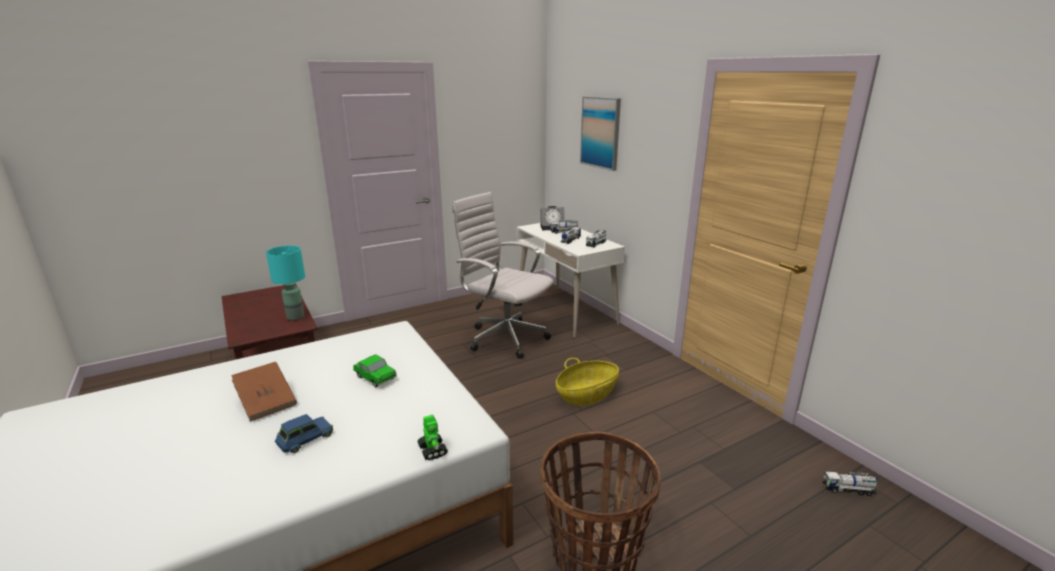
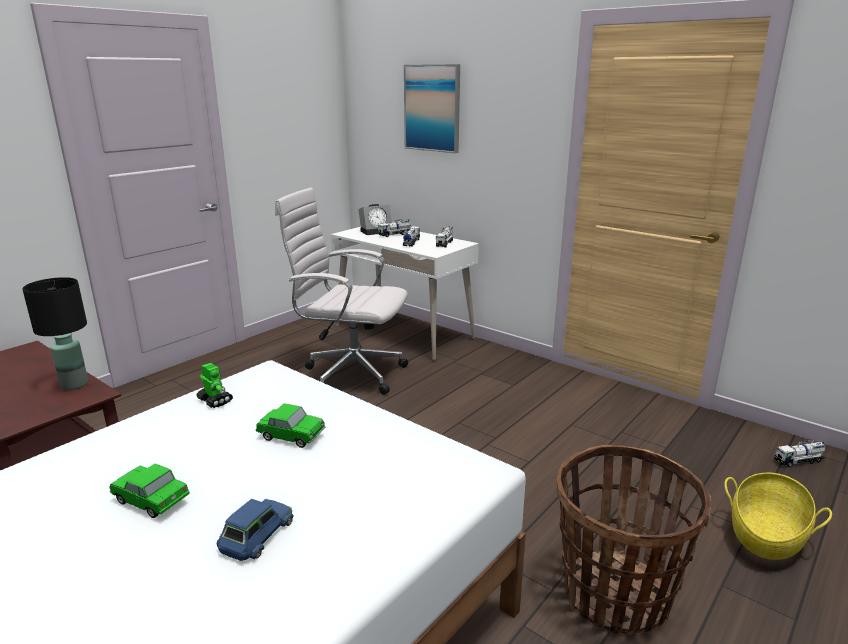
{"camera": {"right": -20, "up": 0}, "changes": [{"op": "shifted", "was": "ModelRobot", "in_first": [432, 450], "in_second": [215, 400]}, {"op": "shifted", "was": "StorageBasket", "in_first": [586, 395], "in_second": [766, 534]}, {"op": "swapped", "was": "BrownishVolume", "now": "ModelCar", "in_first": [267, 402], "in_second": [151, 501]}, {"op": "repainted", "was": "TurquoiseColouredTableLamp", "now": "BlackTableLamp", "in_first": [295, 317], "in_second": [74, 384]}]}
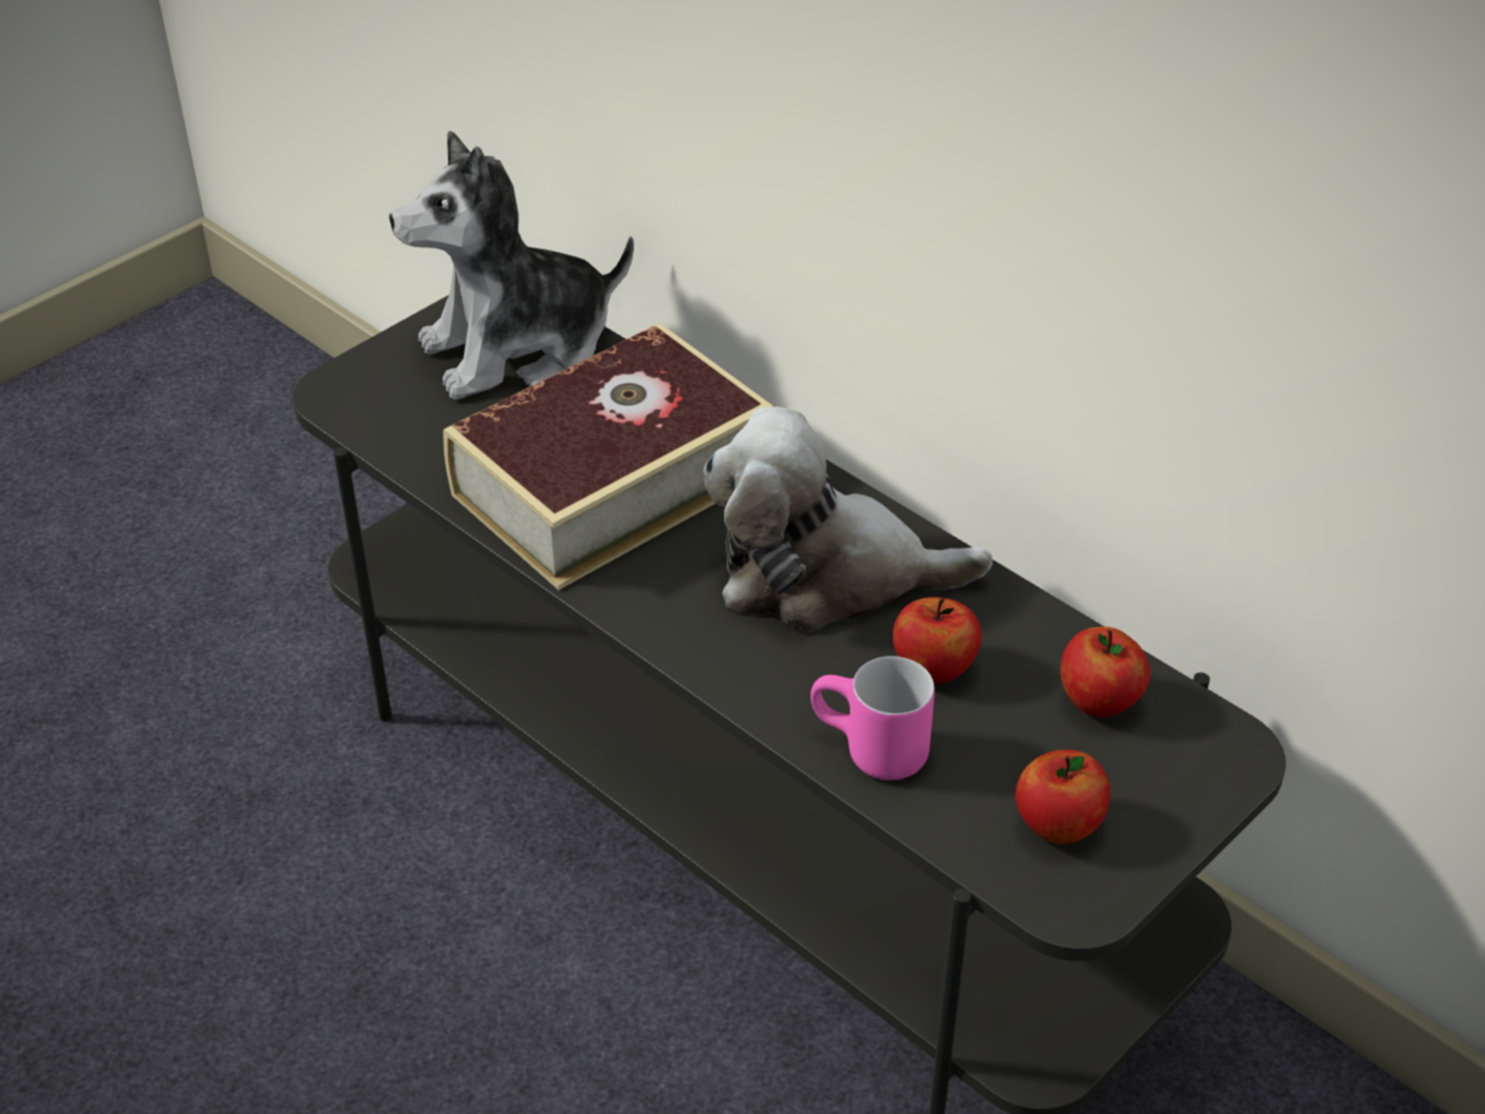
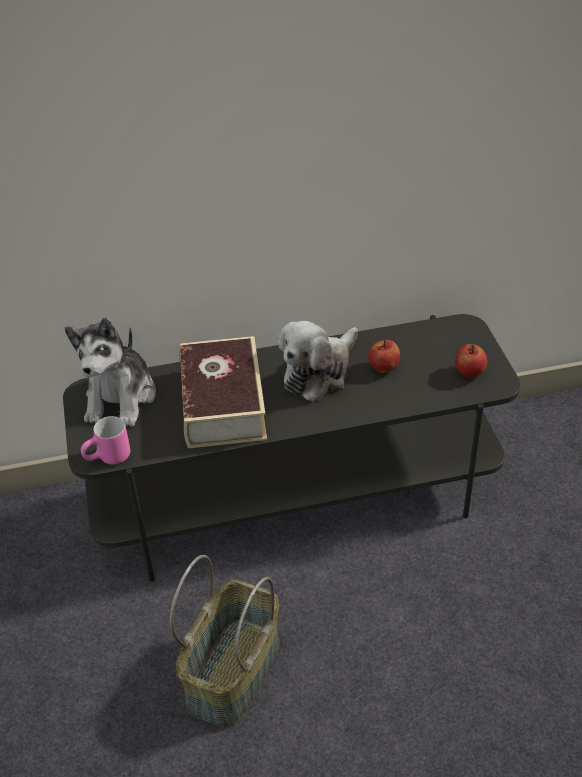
{"camera": {"right": -55, "up": 0}, "changes": [{"op": "gone", "was": "AppleFruit", "in_first": [1099, 702]}, {"op": "new", "now": "StorageBasket", "in_second": [232, 671]}, {"op": "shifted", "was": "PinkCoffeeMug", "in_first": [867, 753], "in_second": [109, 459]}]}
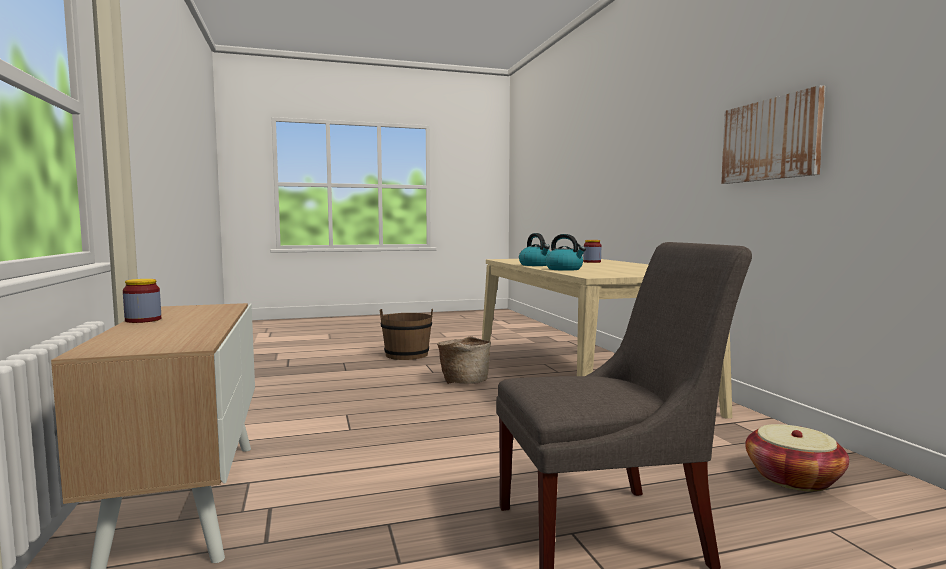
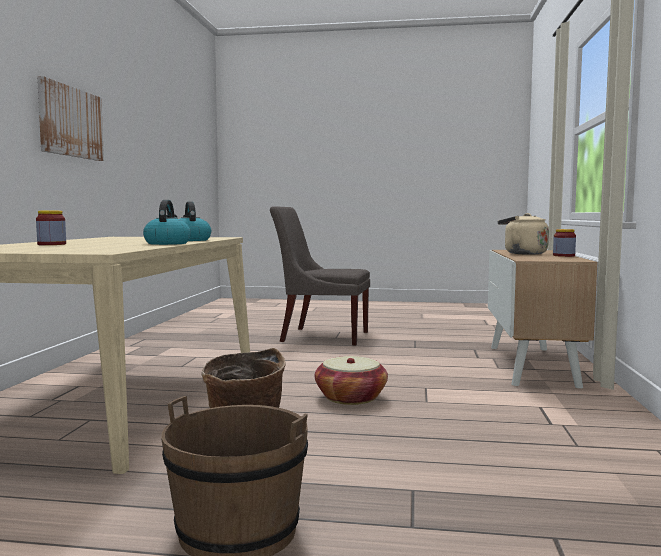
{"camera": {"right": -155, "up": 0}, "changes": [{"op": "new", "now": "SandColouredTeaKettle", "in_second": [522, 253]}, {"op": "shifted", "was": "StorageBasket", "in_first": [793, 478], "in_second": [351, 397]}]}
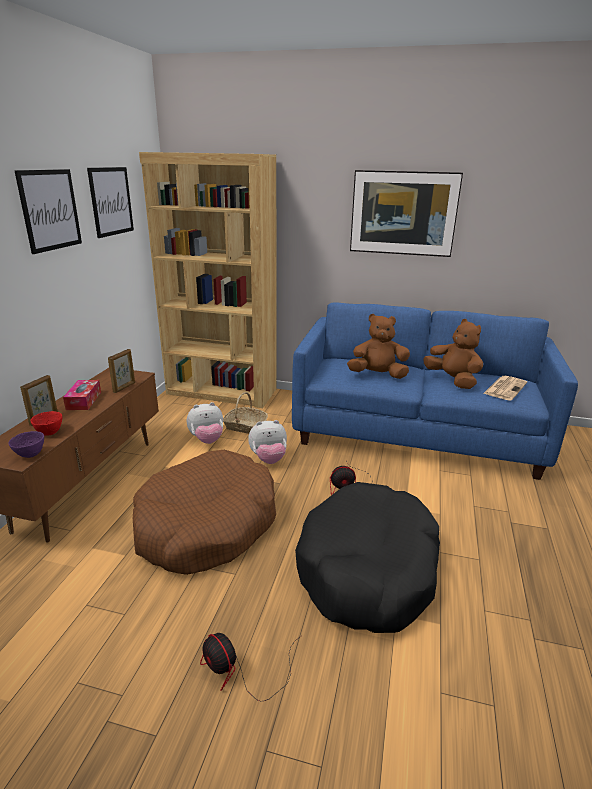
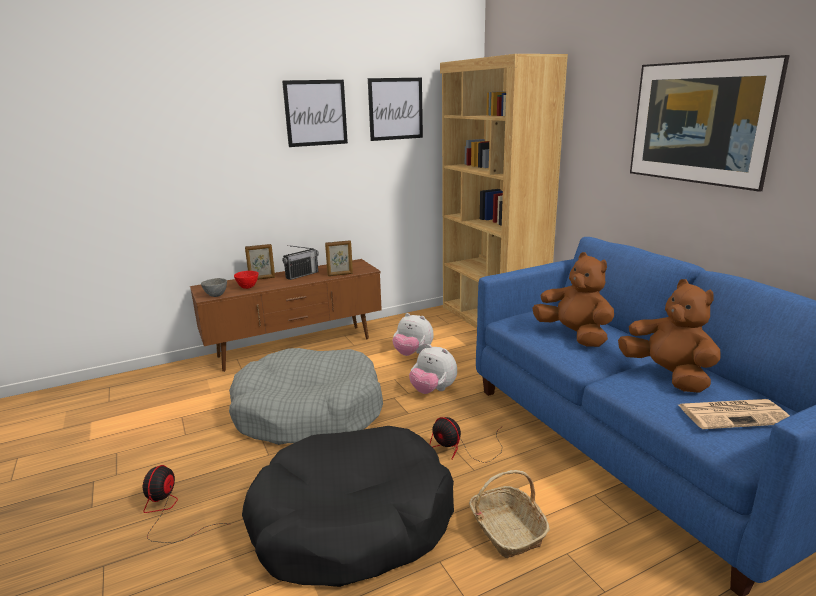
{"camera": {"right": 50, "up": -5}, "changes": [{"op": "shifted", "was": "StorageBasket", "in_first": [245, 426], "in_second": [506, 530]}, {"op": "swapped", "was": "BoxOfTissues", "now": "RadioReceiver", "in_first": [84, 400], "in_second": [302, 275]}, {"op": "repainted", "was": "PurplishServingBowl", "now": "GreyServingBowl", "in_first": [31, 455], "in_second": [216, 295]}, {"op": "repainted", "was": "BrownishPetBed", "now": "GreyPetBed", "in_first": [206, 525], "in_second": [308, 412]}, {"op": "rotated", "was": "BrownishCuddlyToy", "in_first": [452, 380], "in_second": [667, 375], "clockwise": -45}]}
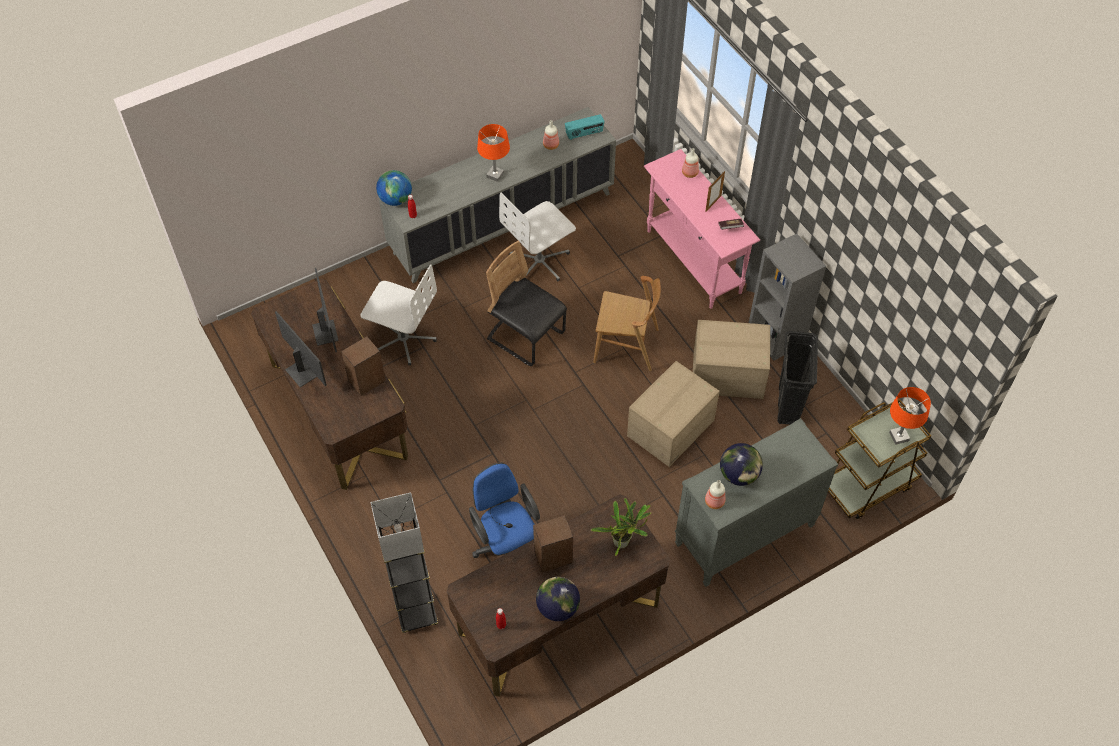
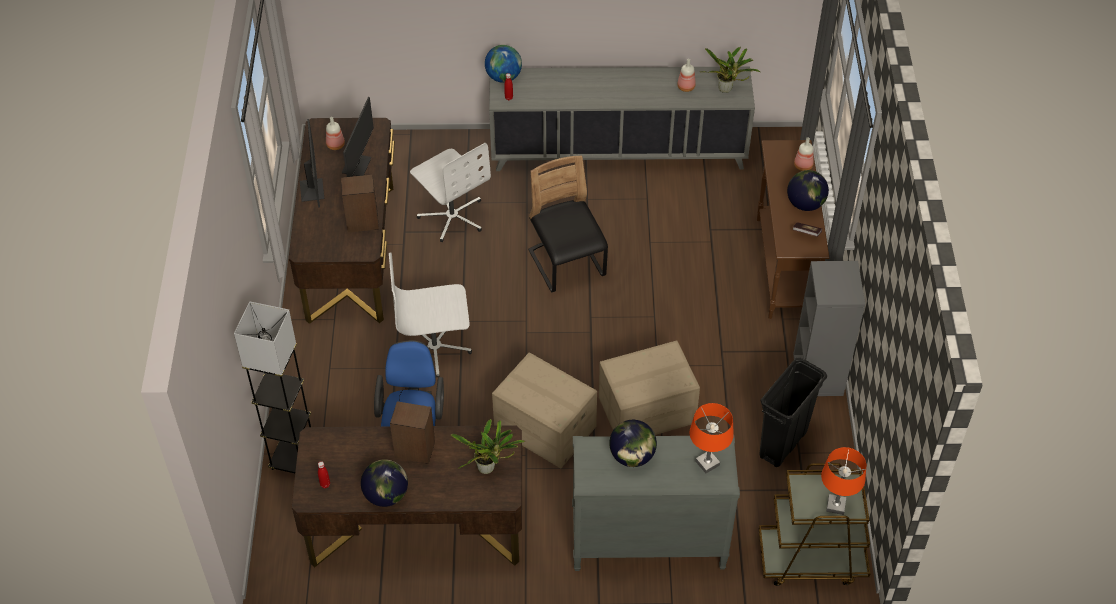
{"camera": {"right": 30, "up": -5}, "changes": [{"op": "gone", "was": "BrownishUprightChair", "in_first": [626, 346]}, {"op": "shifted", "was": "OrangeColouredTableLamp", "in_first": [495, 175], "in_second": [707, 463]}, {"op": "shifted", "was": "WhitishComputerChair", "in_first": [540, 261], "in_second": [435, 348]}, {"op": "shifted", "was": "Carton", "in_first": [727, 375], "in_second": [544, 428]}, {"op": "shifted", "was": "BeverageBottle", "in_first": [714, 501], "in_second": [335, 144]}, {"op": "swapped", "was": "RadioReceiver", "now": "PottedPlant", "in_first": [584, 134], "in_second": [726, 90]}, {"op": "swapped", "was": "PictureFrame", "now": "Globe", "in_first": [713, 203], "in_second": [805, 204]}, {"op": "repainted", "was": "PinkConsoleTable", "now": "BrownishConsoleTable", "in_first": [693, 262], "in_second": [783, 268]}]}
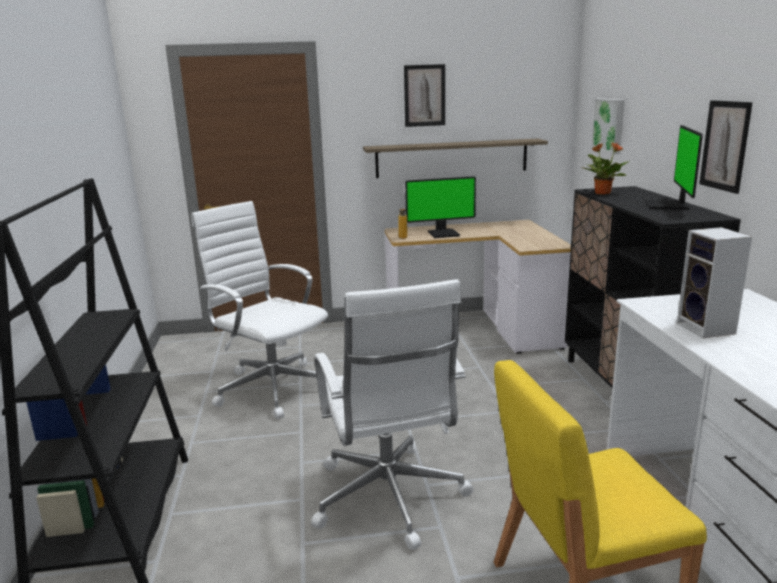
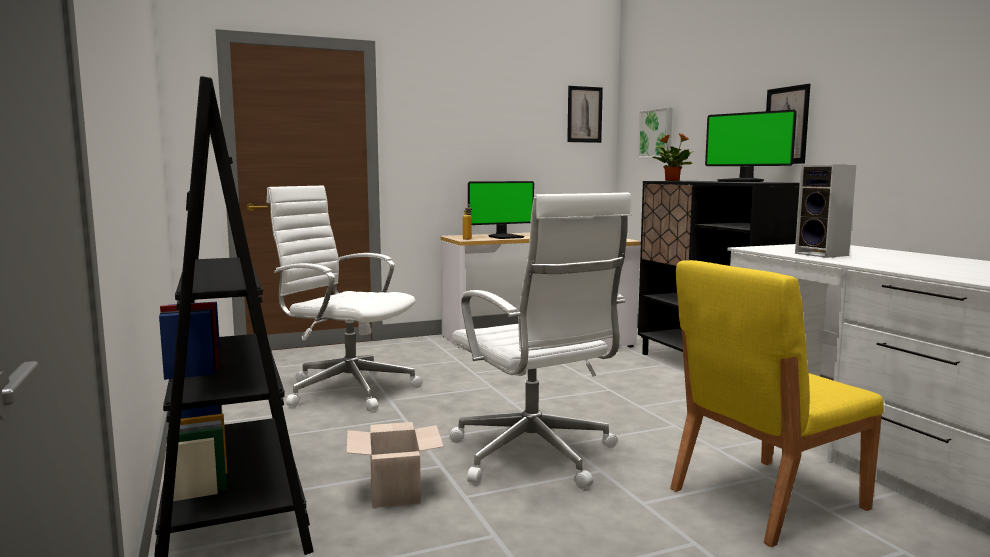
{"camera": {"right": -15, "up": -10}, "changes": [{"op": "gone", "was": "Shelf", "in_first": [452, 158]}, {"op": "new", "now": "Carton", "in_second": [396, 493]}, {"op": "shifted", "was": "WallArt", "in_first": [424, 95], "in_second": [584, 114]}, {"op": "rotated", "was": "Monitor", "in_first": [669, 206], "in_second": [742, 181], "clockwise": -45}]}
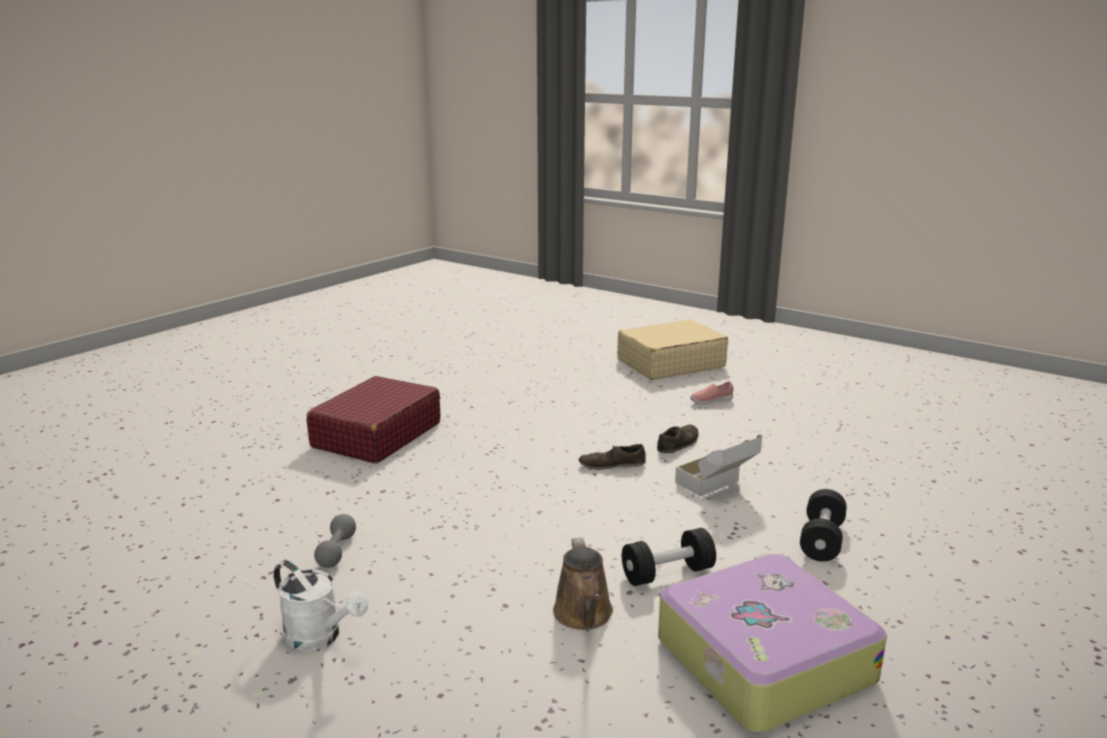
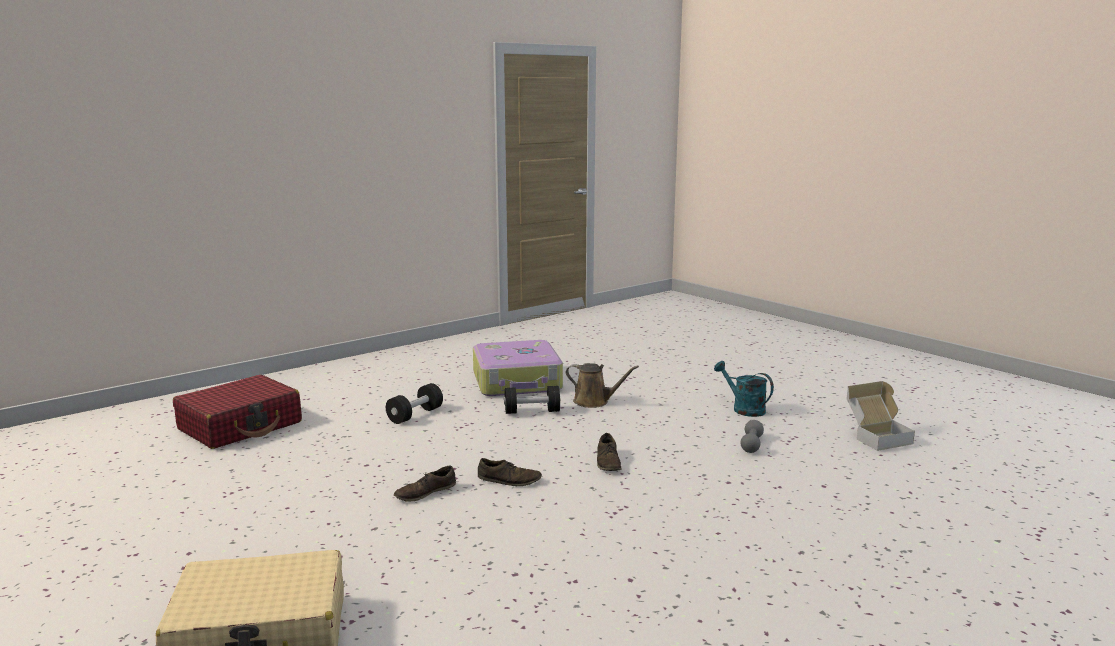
{"camera": {"right": -165, "up": -5}, "changes": [{"op": "gone", "was": "PinkLowShoe", "in_first": [710, 401]}, {"op": "new", "now": "BrownishLowShoe", "in_second": [608, 462]}, {"op": "shifted", "was": "RedColouredTravelCase", "in_first": [376, 435], "in_second": [241, 426]}, {"op": "shifted", "was": "Carton", "in_first": [717, 487], "in_second": [876, 437]}, {"op": "repainted", "was": "WhitishSprinklingCan", "now": "TurquoiseColouredSprinklingCan", "in_first": [320, 637], "in_second": [743, 409]}, {"op": "rotated", "was": "BrownishSprinklingCan", "in_first": [584, 615], "in_second": [594, 402], "clockwise": 105}]}
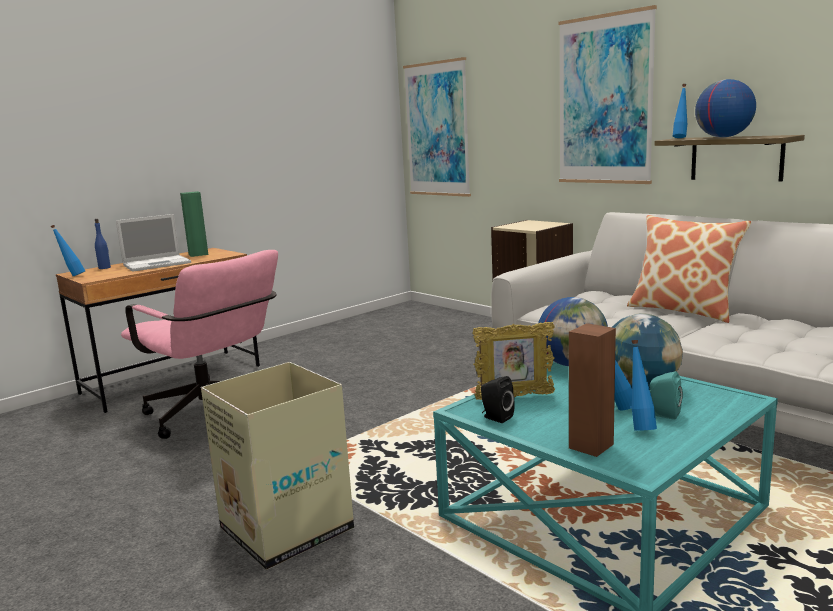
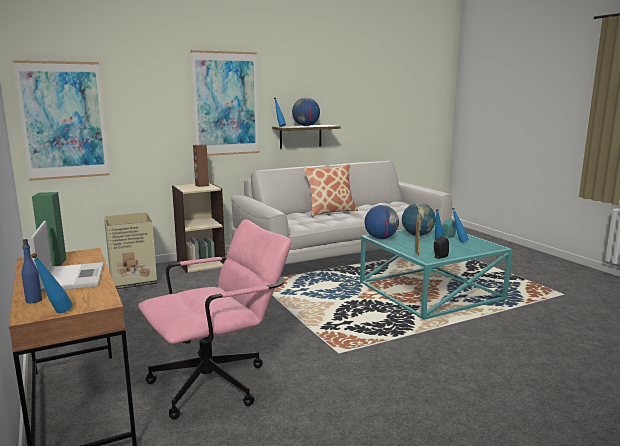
{"camera": {"right": -75, "up": 0}, "changes": [{"op": "shifted", "was": "Carton", "in_first": [286, 528], "in_second": [132, 281]}, {"op": "shifted", "was": "BrownishSpeaker", "in_first": [590, 446], "in_second": [201, 185]}]}
